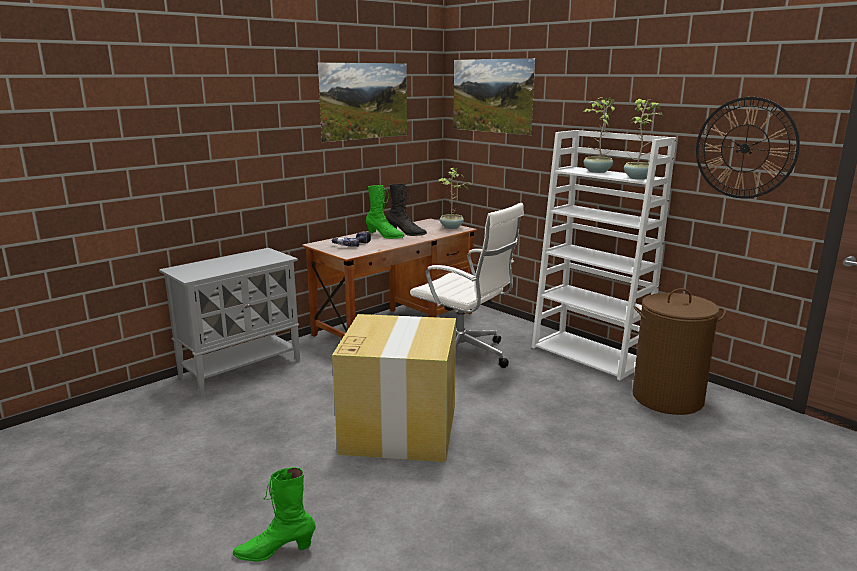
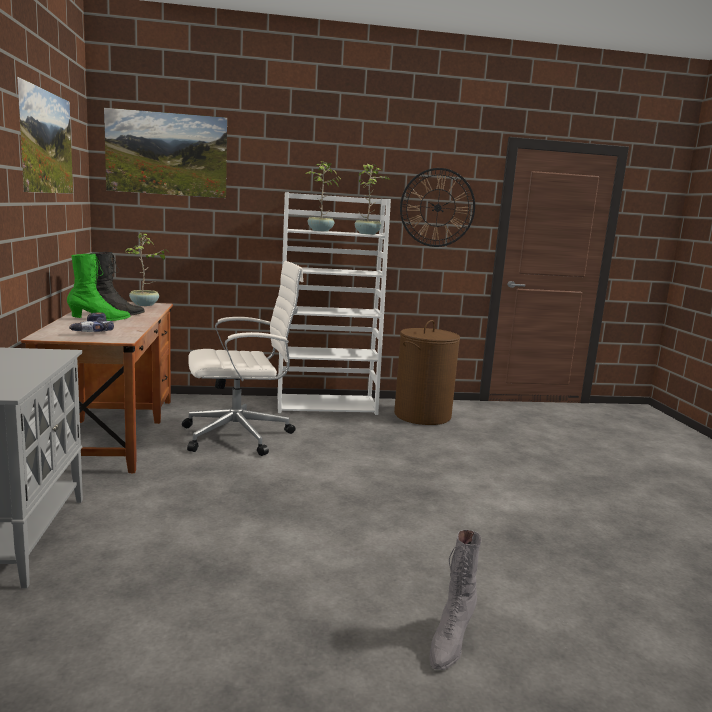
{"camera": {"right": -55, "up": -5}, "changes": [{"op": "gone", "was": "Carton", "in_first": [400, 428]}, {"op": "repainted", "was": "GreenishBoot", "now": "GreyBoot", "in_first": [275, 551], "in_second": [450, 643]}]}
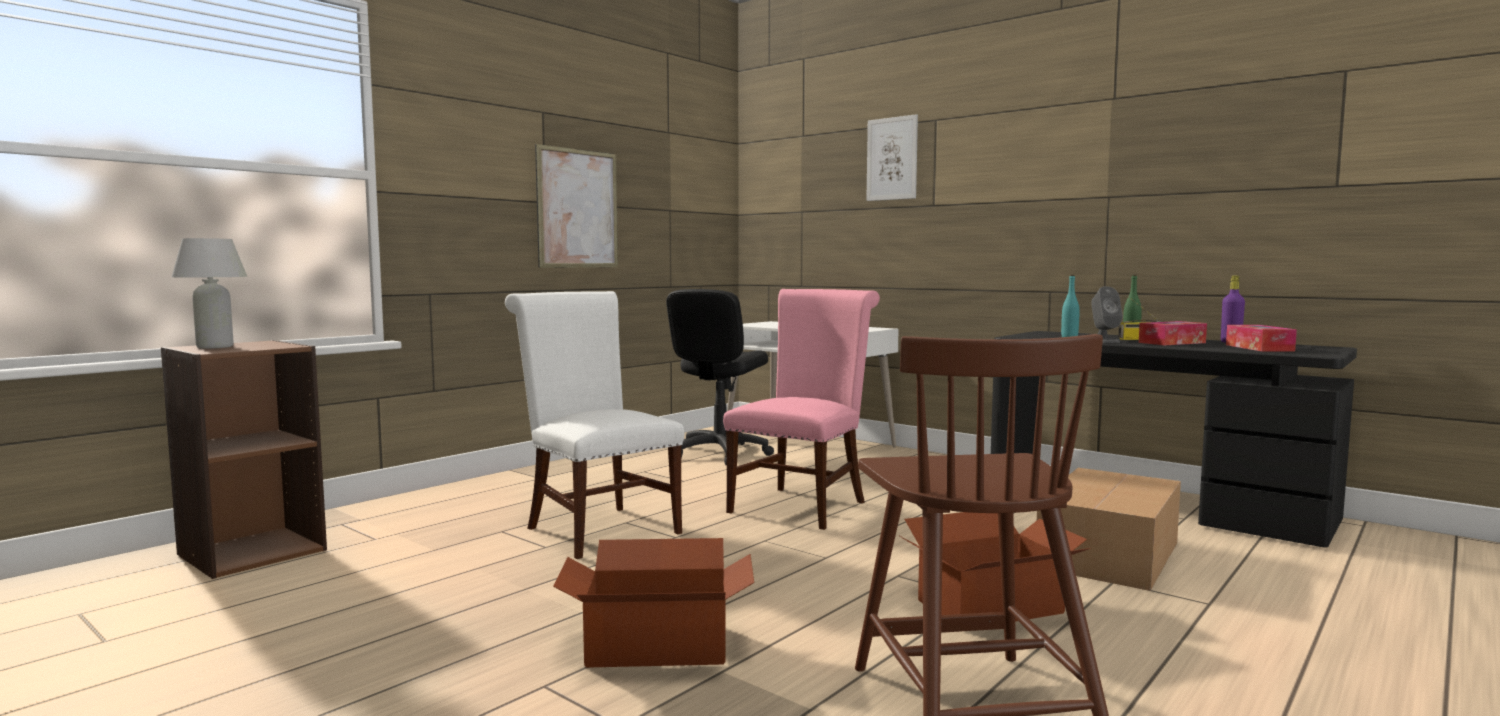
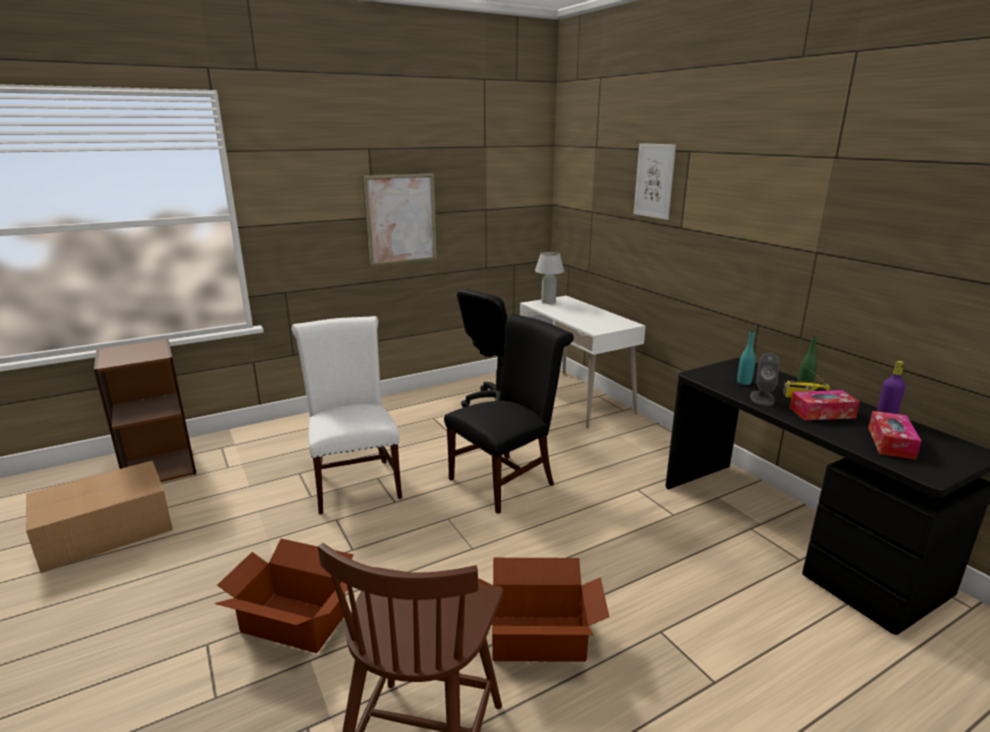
{"camera": {"right": 20, "up": 15}, "changes": [{"op": "shifted", "was": "WhitishTableLamp", "in_first": [215, 347], "in_second": [548, 302]}, {"op": "shifted", "was": "Carton", "in_first": [1107, 555], "in_second": [104, 531]}, {"op": "repainted", "was": "PinkUprightChair", "now": "BlackUprightChair", "in_first": [802, 505], "in_second": [507, 479]}]}
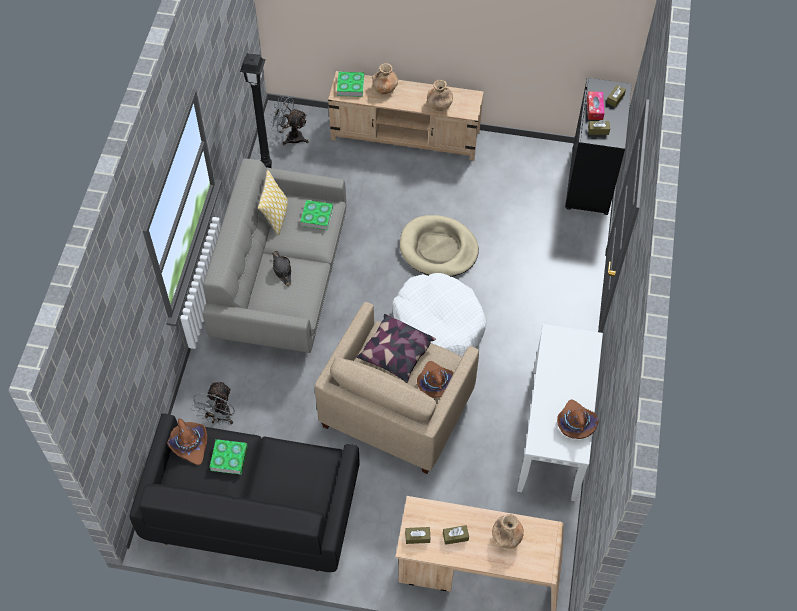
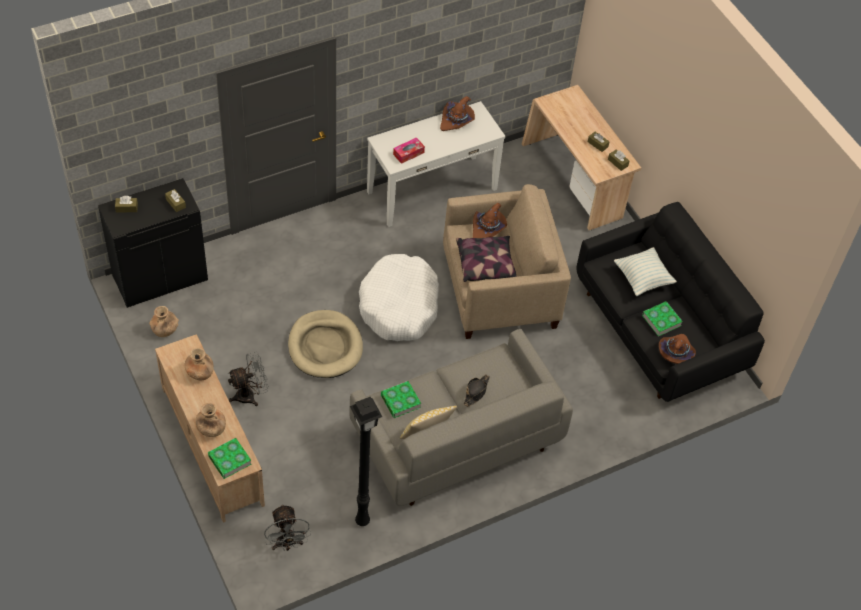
{"camera": {"right": -130, "up": -5}, "changes": [{"op": "new", "now": "ThrowPillow", "in_second": [642, 279]}, {"op": "shifted", "was": "GreyElectricFan", "in_first": [219, 417], "in_second": [250, 395]}, {"op": "shifted", "was": "BrownishVase", "in_first": [506, 537], "in_second": [165, 330]}, {"op": "shifted", "was": "BoxOfTissues", "in_first": [594, 108], "in_second": [408, 153]}]}
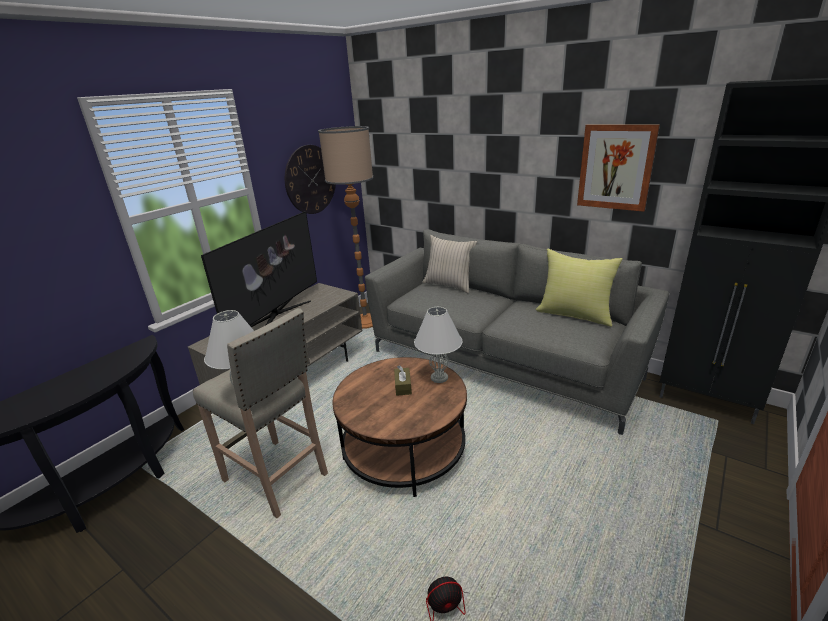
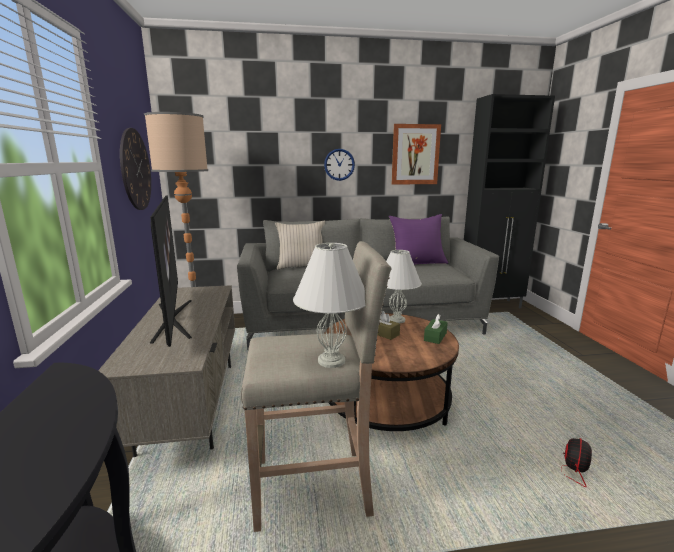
{"camera": {"right": -45, "up": -10}, "changes": [{"op": "new", "now": "HangingClock", "in_second": [339, 164]}, {"op": "new", "now": "GreenishBoxOfTissues", "in_second": [435, 336]}, {"op": "repainted", "was": "YellowThrowPillow", "now": "PurplishThrowPillow", "in_first": [574, 314], "in_second": [417, 263]}]}
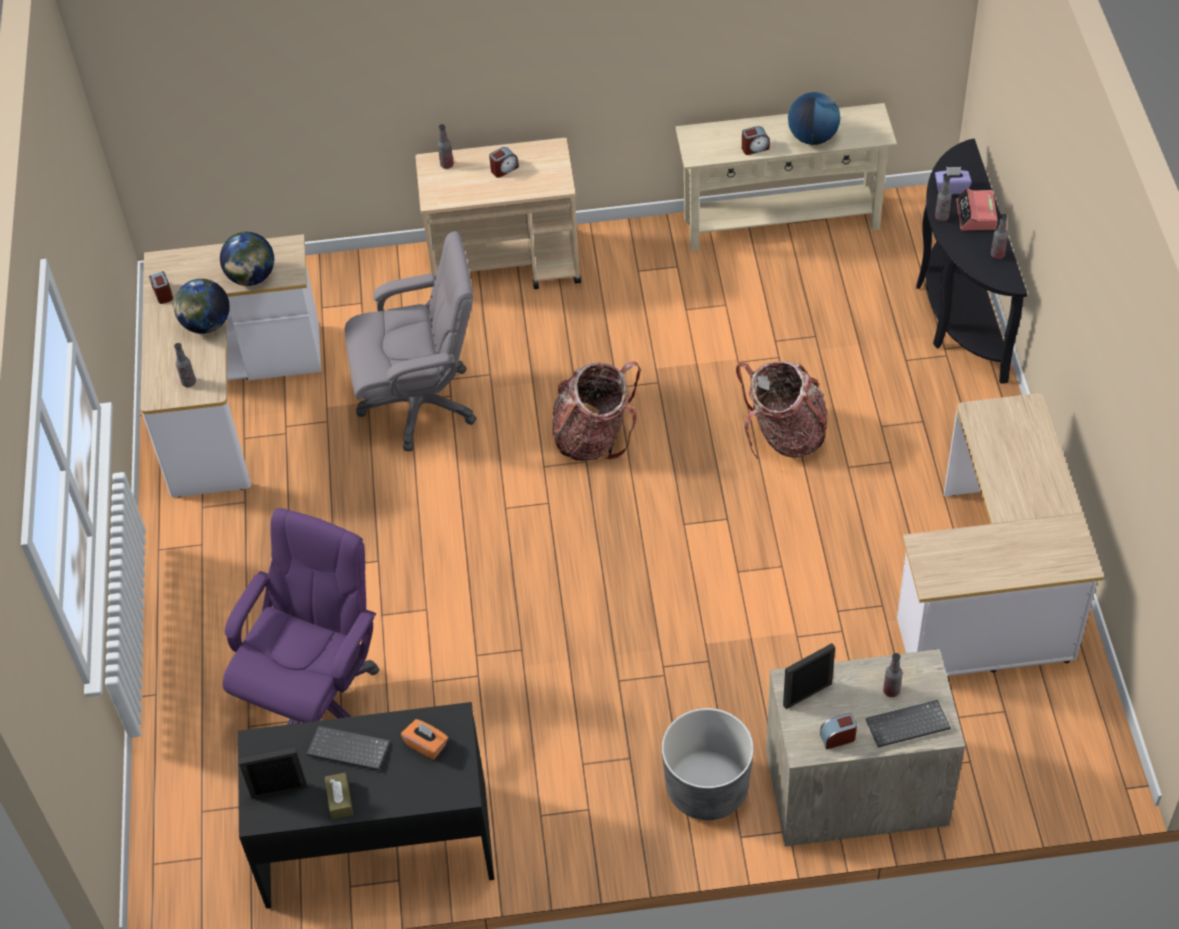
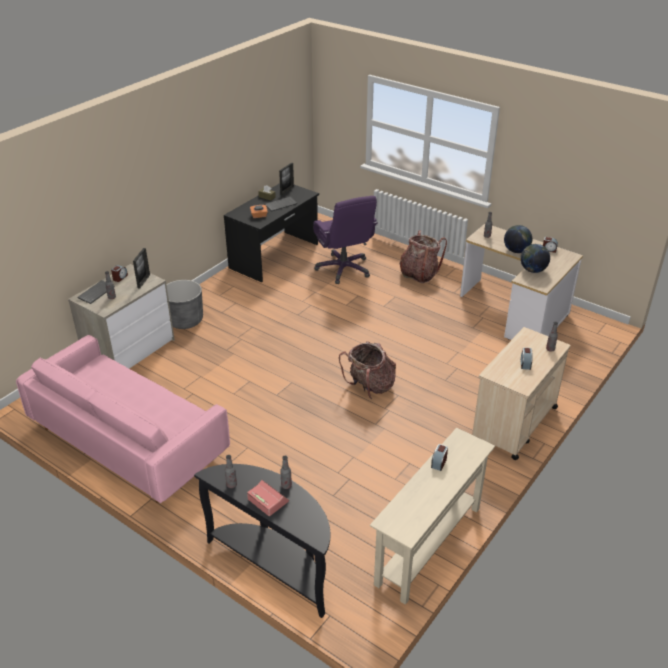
{"camera": {"right": 130, "up": -15}, "changes": [{"op": "gone", "was": "GreyComputerChair", "in_first": [421, 403]}, {"op": "gone", "was": "Globe", "in_first": [812, 137]}, {"op": "gone", "was": "PurplishBoxOfTissues", "in_first": [951, 188]}, {"op": "shifted", "was": "Rucksack", "in_first": [784, 436], "in_second": [419, 274]}, {"op": "swapped", "was": "DeskUnit", "now": "PinkSofa", "in_first": [993, 592], "in_second": [129, 441]}]}
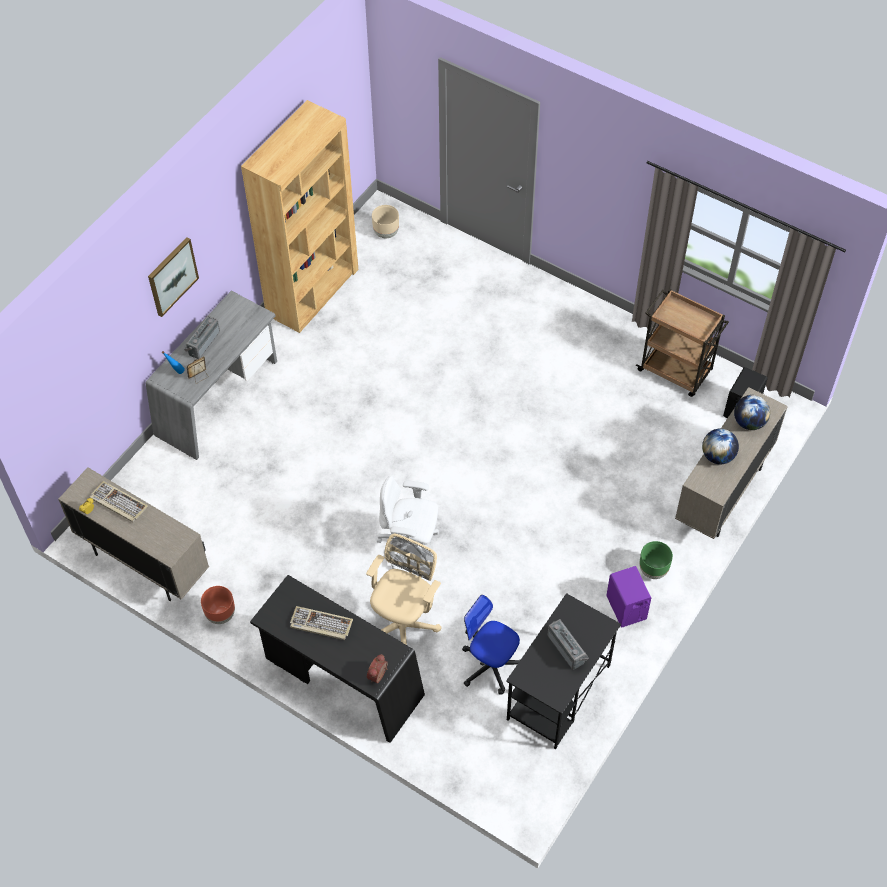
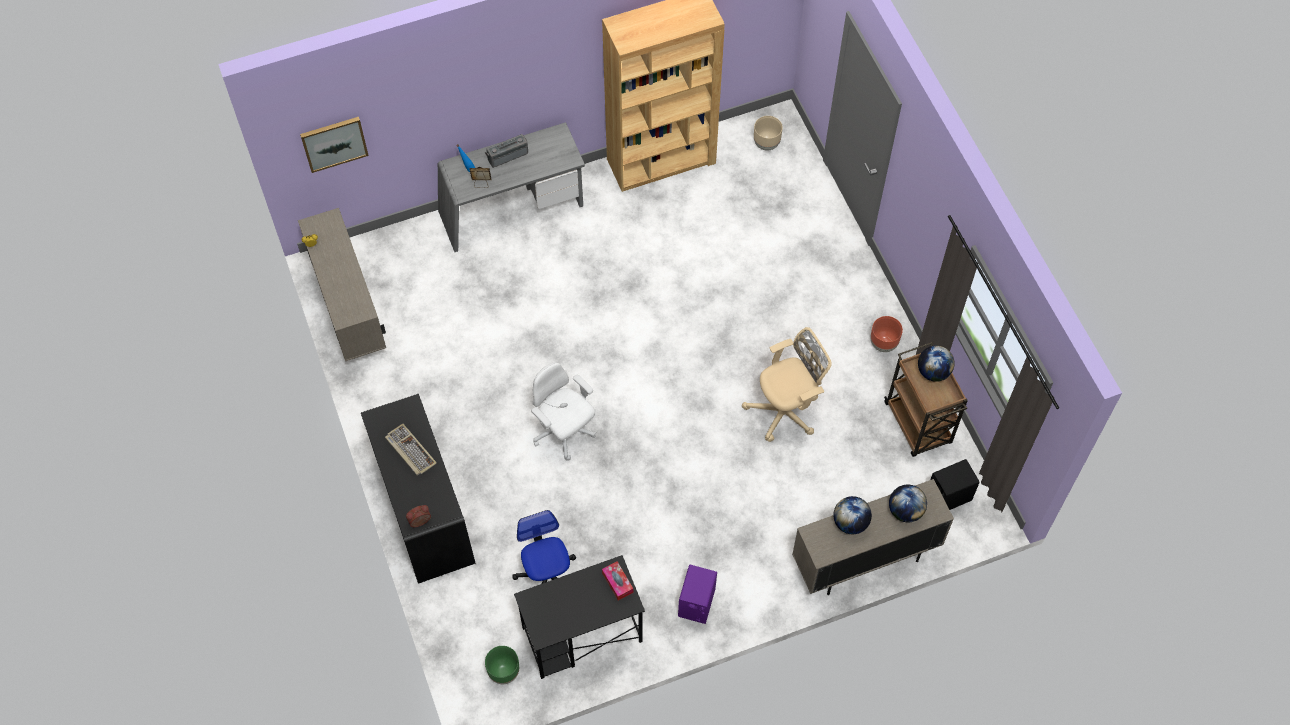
{"camera": {"right": 35, "up": 5}, "changes": [{"op": "gone", "was": "Keyboard", "in_first": [118, 503]}, {"op": "gone", "was": "RadioReceiver", "in_first": [568, 648]}, {"op": "new", "now": "BoxOfTissues", "in_second": [617, 582]}, {"op": "new", "now": "Globe", "in_second": [933, 372]}, {"op": "shifted", "was": "WallArt", "in_first": [172, 276], "in_second": [334, 143]}, {"op": "shifted", "was": "BrownishFlowerPot", "in_first": [221, 615], "in_second": [883, 344]}, {"op": "shifted", "was": "SandColouredComputerChair", "in_first": [403, 624], "in_second": [786, 411]}, {"op": "shifted", "was": "GreenishFlowerPot", "in_first": [653, 570], "in_second": [503, 672]}]}
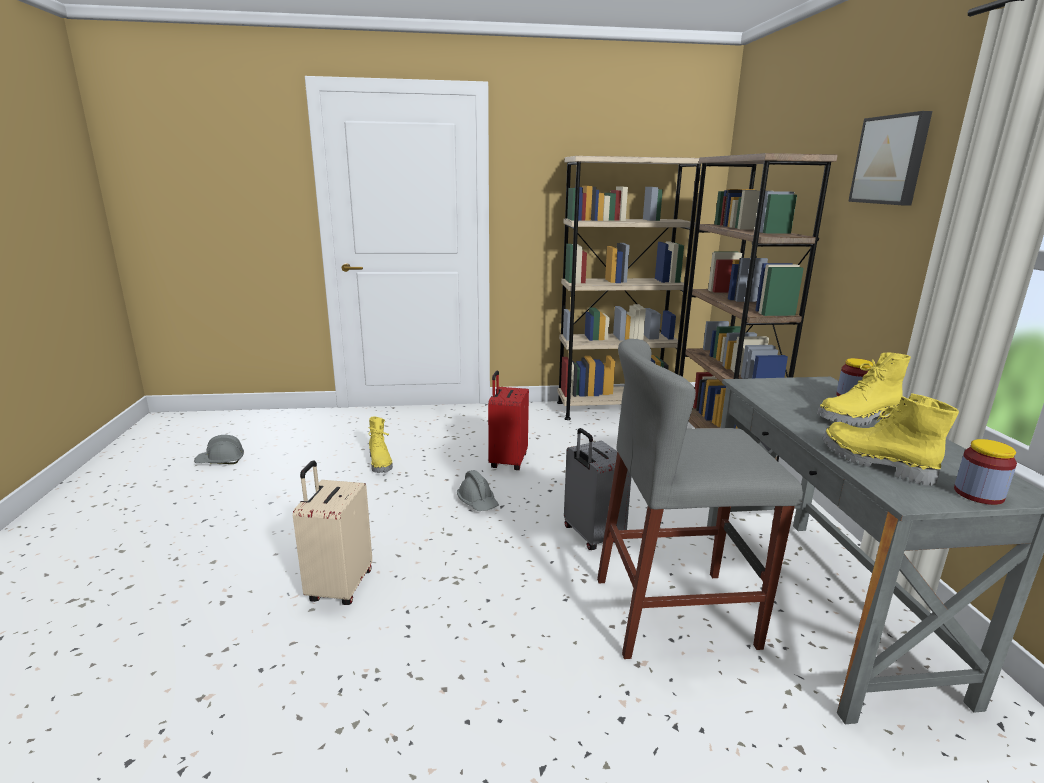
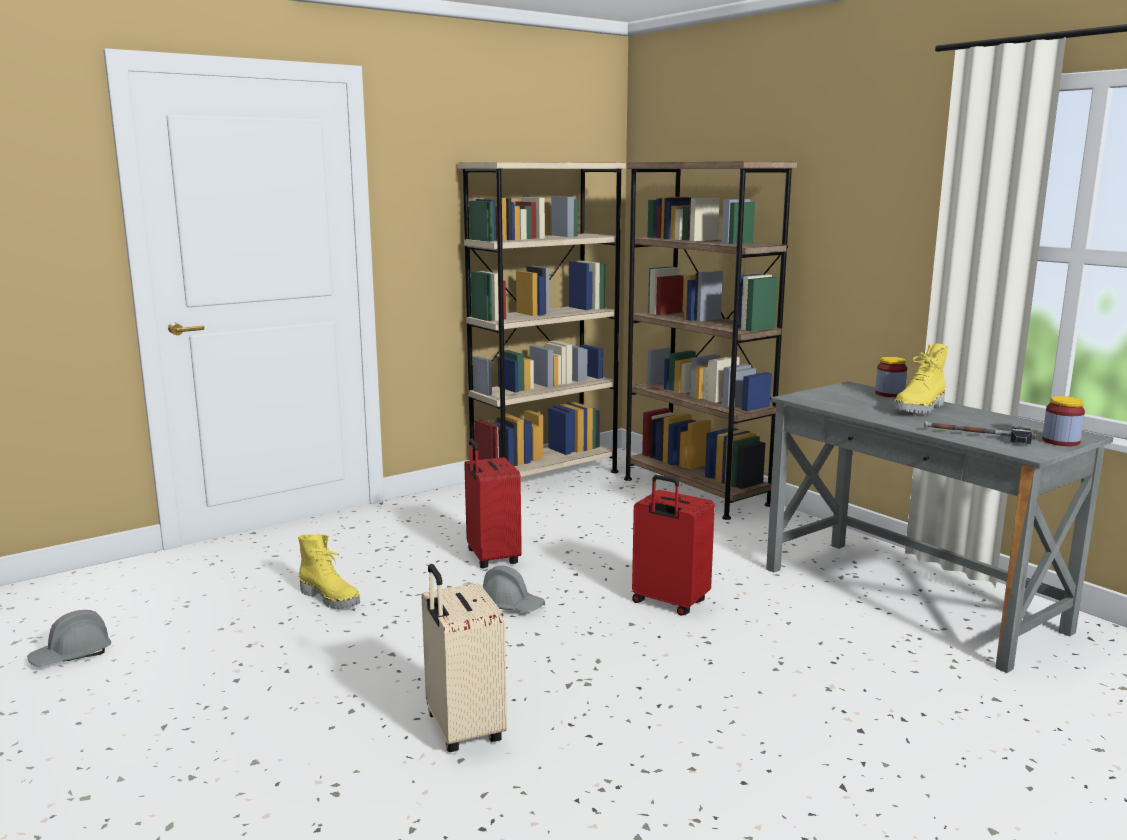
{"camera": {"right": -30, "up": -5}, "changes": [{"op": "gone", "was": "GreyStoolSeat", "in_first": [674, 612]}, {"op": "gone", "was": "WallArt", "in_first": [891, 160]}, {"op": "swapped", "was": "YellowBoot", "now": "ToolHammer", "in_first": [874, 463], "in_second": [977, 436]}, {"op": "repainted", "was": "GreyTravelCase", "now": "RedColouredTravelCase", "in_first": [591, 536], "in_second": [669, 603]}]}
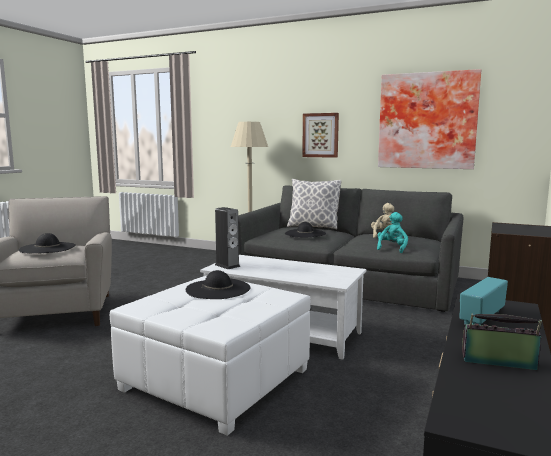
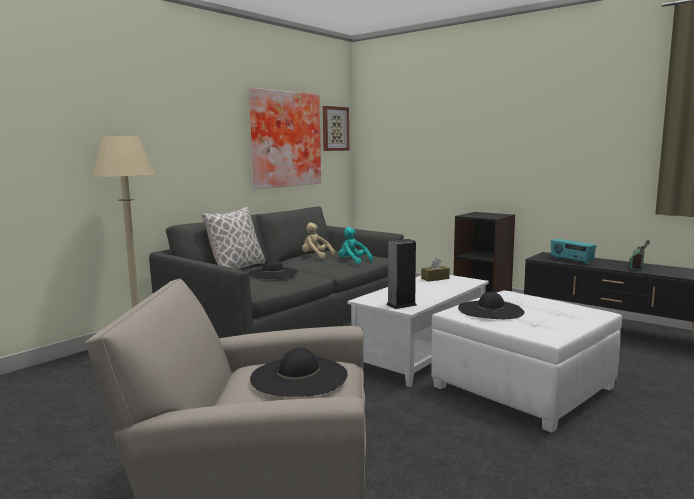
{"camera": {"right": -75, "up": 0}, "changes": [{"op": "new", "now": "BrownishBoxOfTissues", "in_second": [435, 278]}, {"op": "shifted", "was": "WallArt", "in_first": [320, 135], "in_second": [335, 128]}]}
